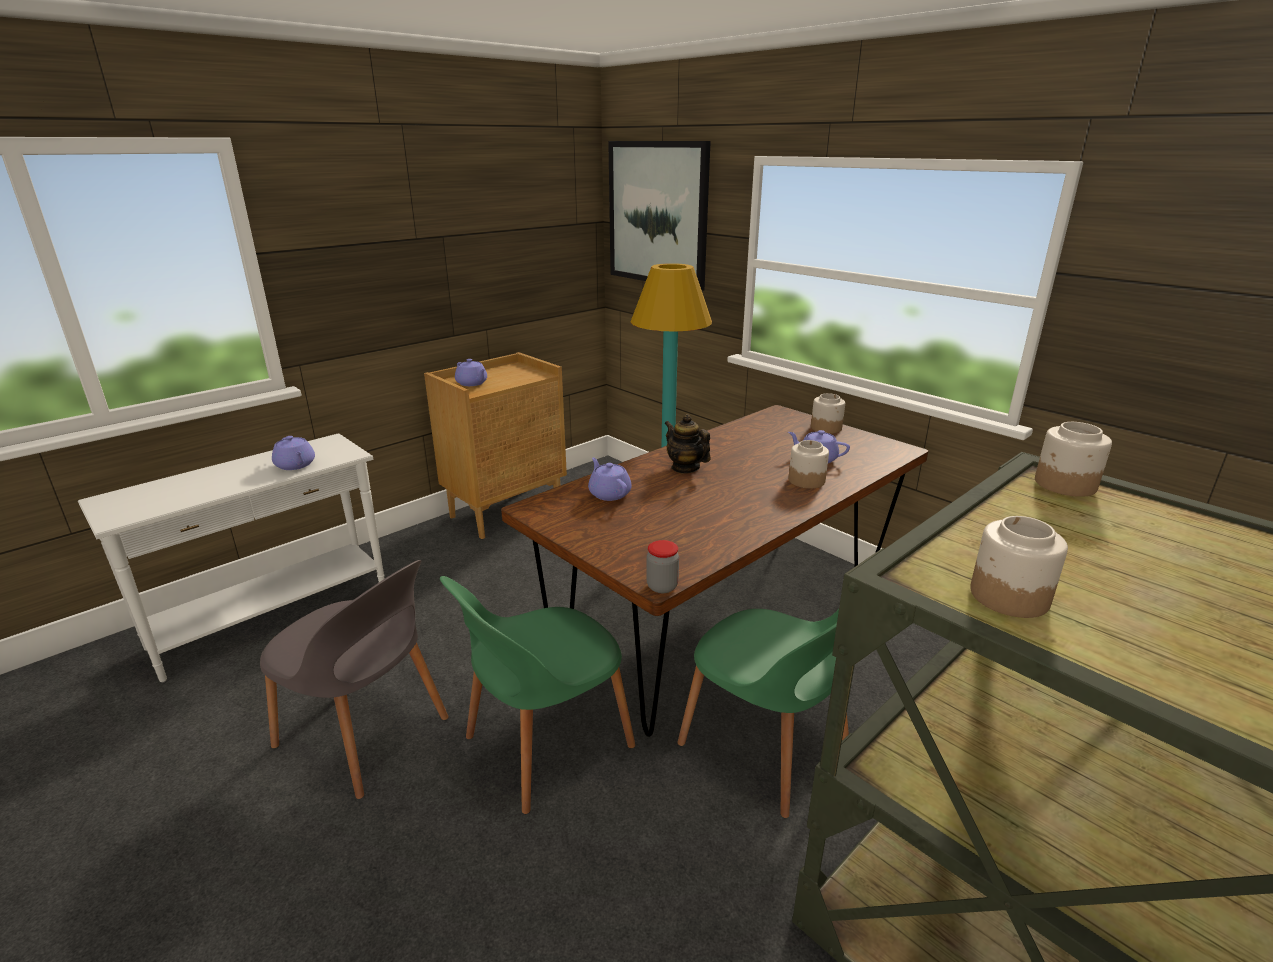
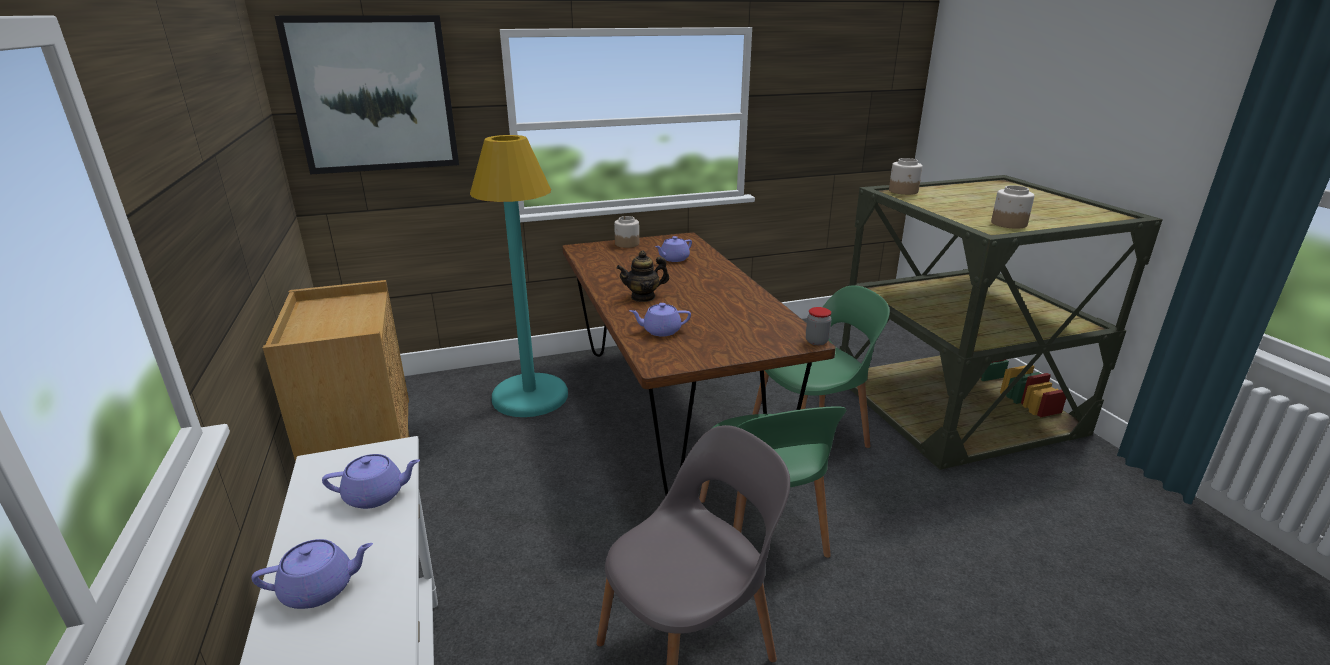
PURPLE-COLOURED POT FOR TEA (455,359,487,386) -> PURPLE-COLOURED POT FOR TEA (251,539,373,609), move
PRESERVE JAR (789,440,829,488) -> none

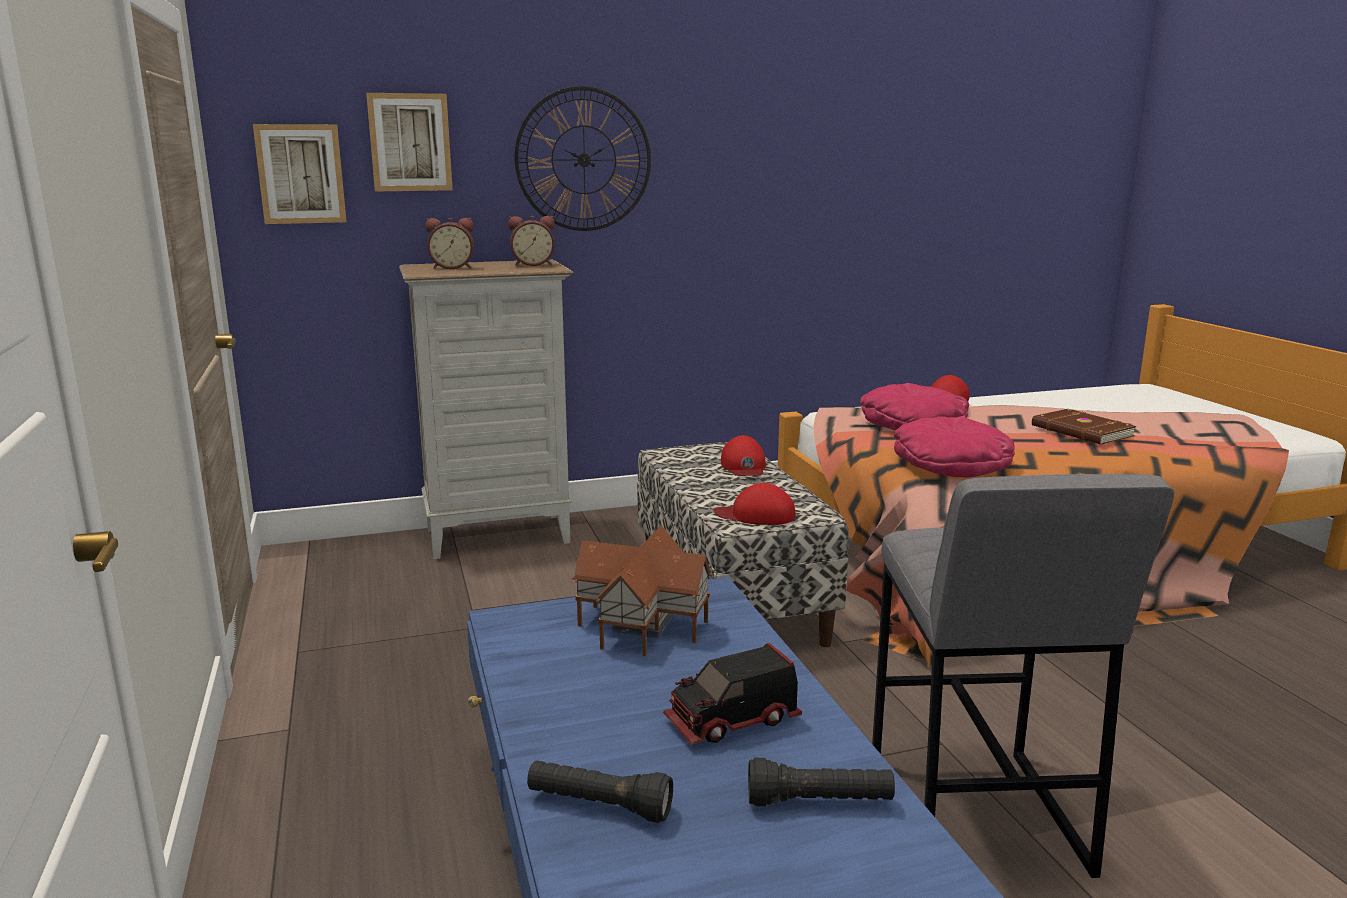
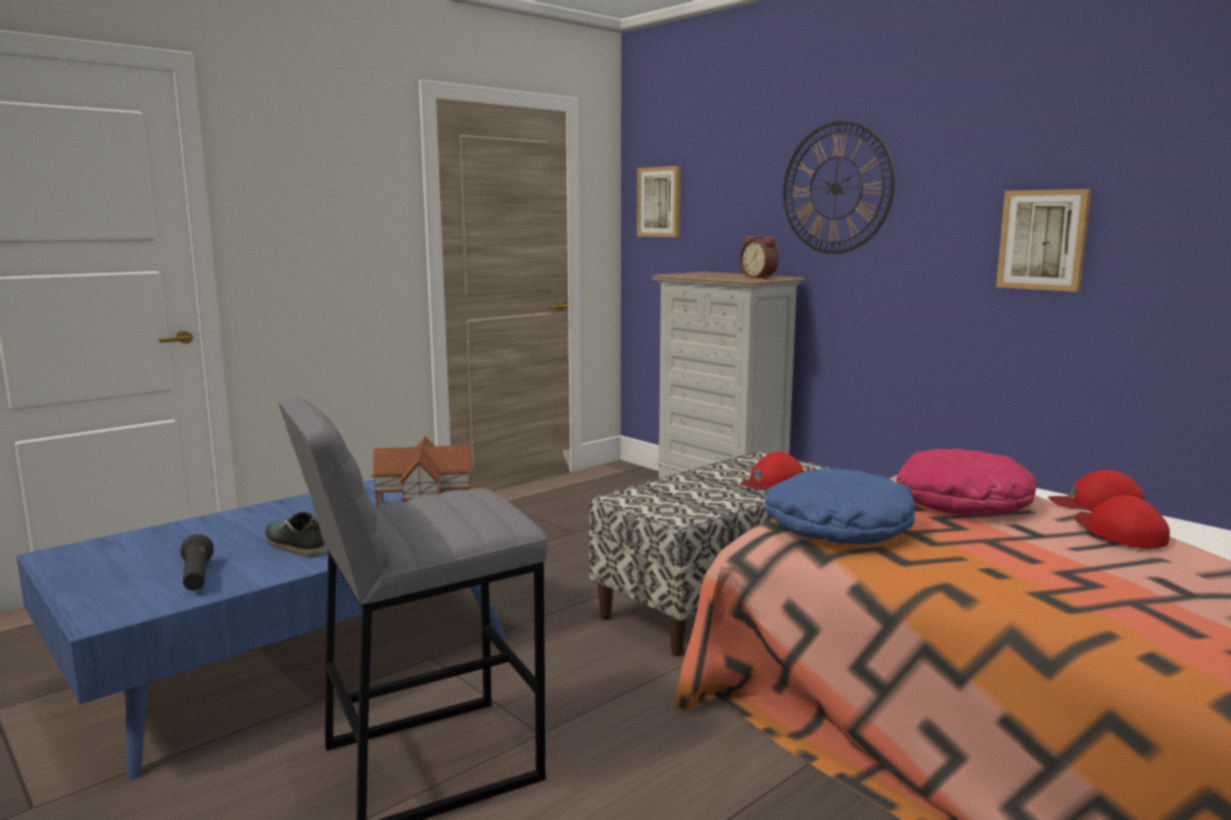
PICTURE (366,93,453,192) -> PICTURE (996,189,1091,292), move
ALARM CLOCK (425,218,474,269) -> none
BLACK-COLOURED HAND TORCH (527,760,673,823) -> none
TOY LORRY (663,643,802,745) -> LOW SHOE (265,511,327,558)
RED BASEBALL CAP (714,483,796,525) -> RED BASEBALL CAP (1075,495,1170,548), move
PINKISH CUSHION (894,417,1015,477) -> BLUISH CUSHION (765,468,915,544)
BROWN-COLOURED VOLUME (1032,409,1136,445) -> none

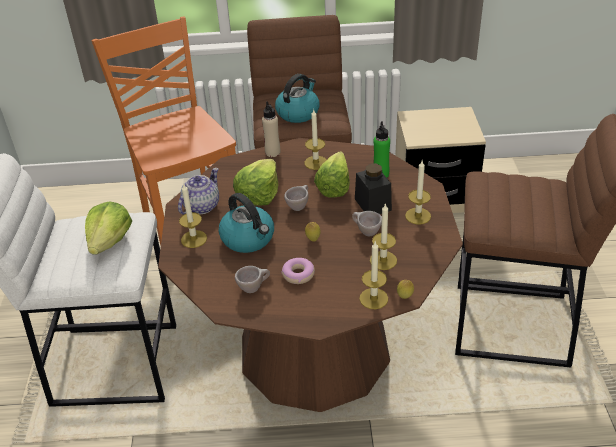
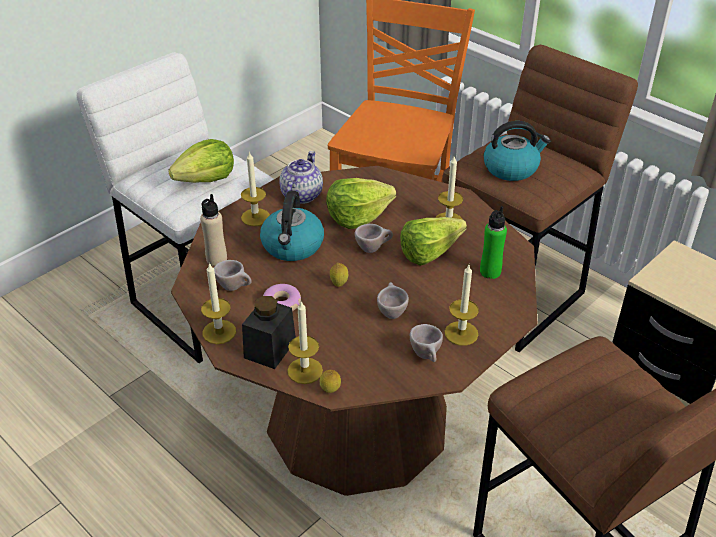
POT FOR TEA (178,168,219,215) -> POT FOR TEA (279,151,323,204), 60 degrees counterclockwise
SAND-COLOURED BOTTLE (262,101,280,157) -> SAND-COLOURED BOTTLE (200,194,227,267), move
BLACK-COLOURED PRESERVE JAR (355,163,392,214) -> BLACK-COLOURED PRESERVE JAR (242,296,296,369), move
WAX CANDLE (370,203,397,270) -> WAX CANDLE (201,263,236,344), move
none -> SAND-COLOURED DRINKING CUP (410,324,443,362)

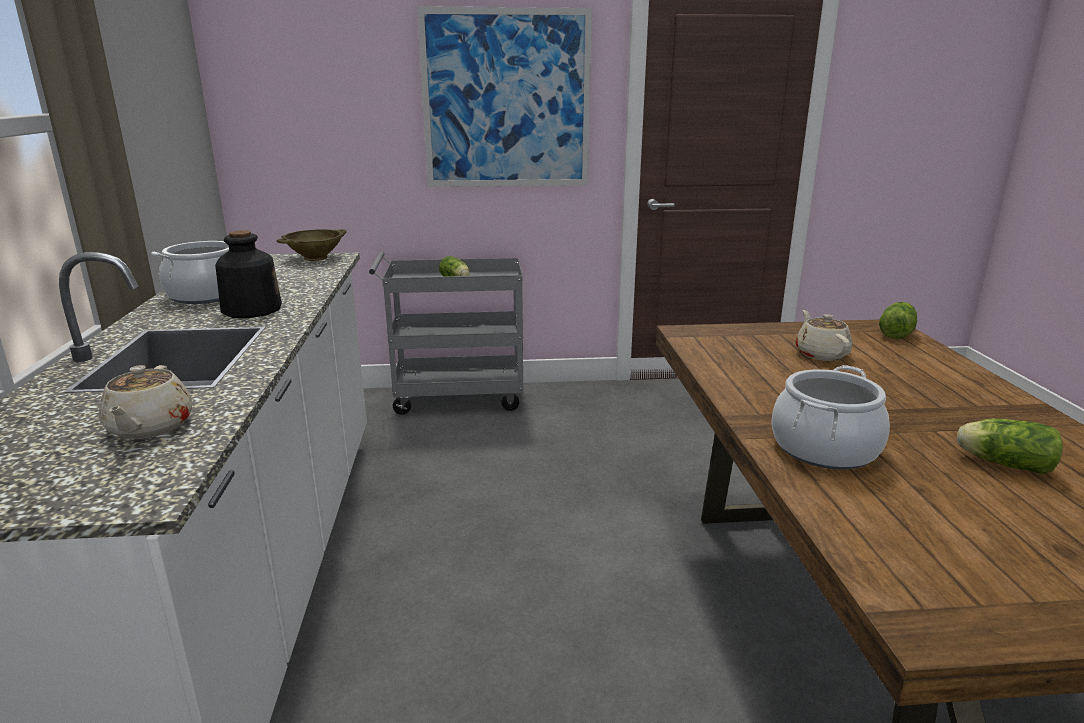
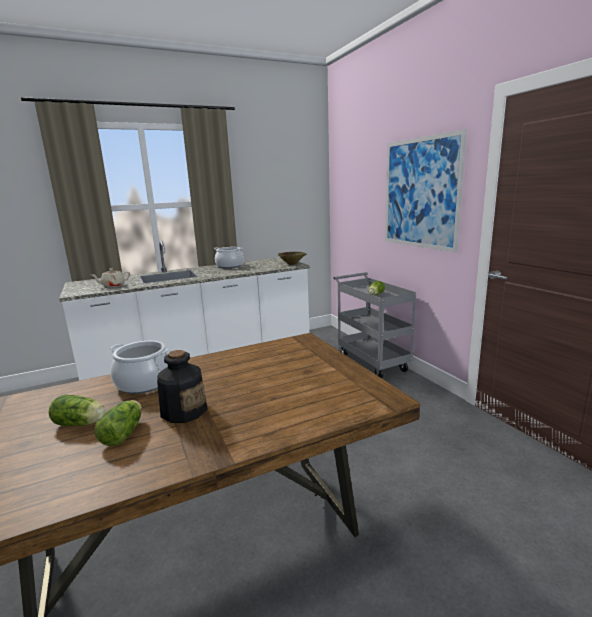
BOTTLE (215,230,282,318) -> BOTTLE (157,350,207,423), move
SAND-COLOURED POT FOR TEA (796,310,852,361) -> none
LETTUCE (879,302,917,339) -> LETTUCE (49,395,106,426), move

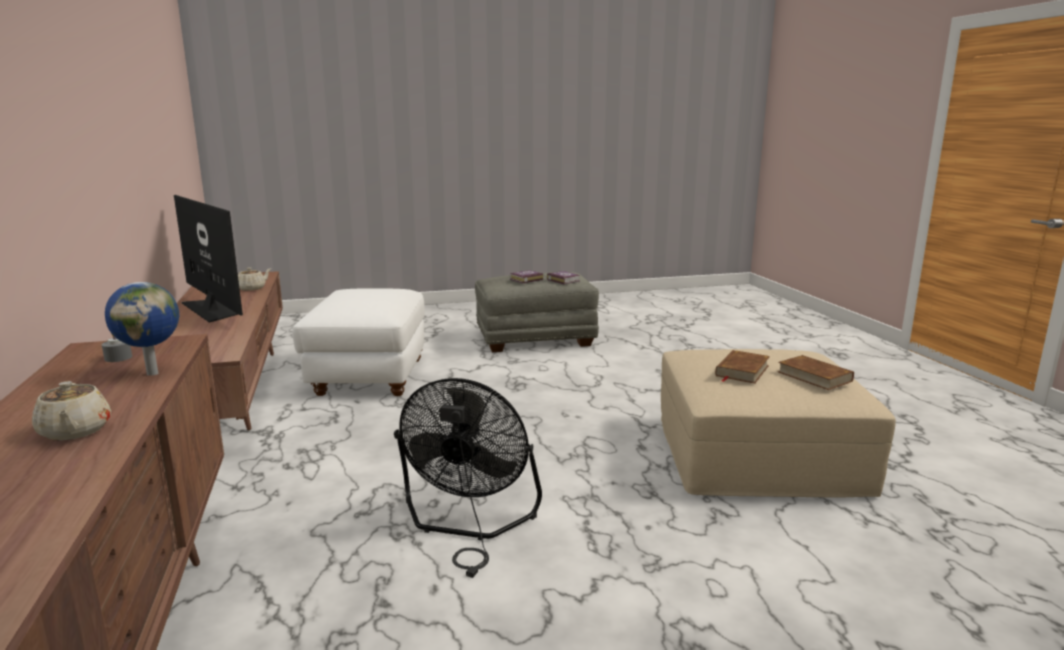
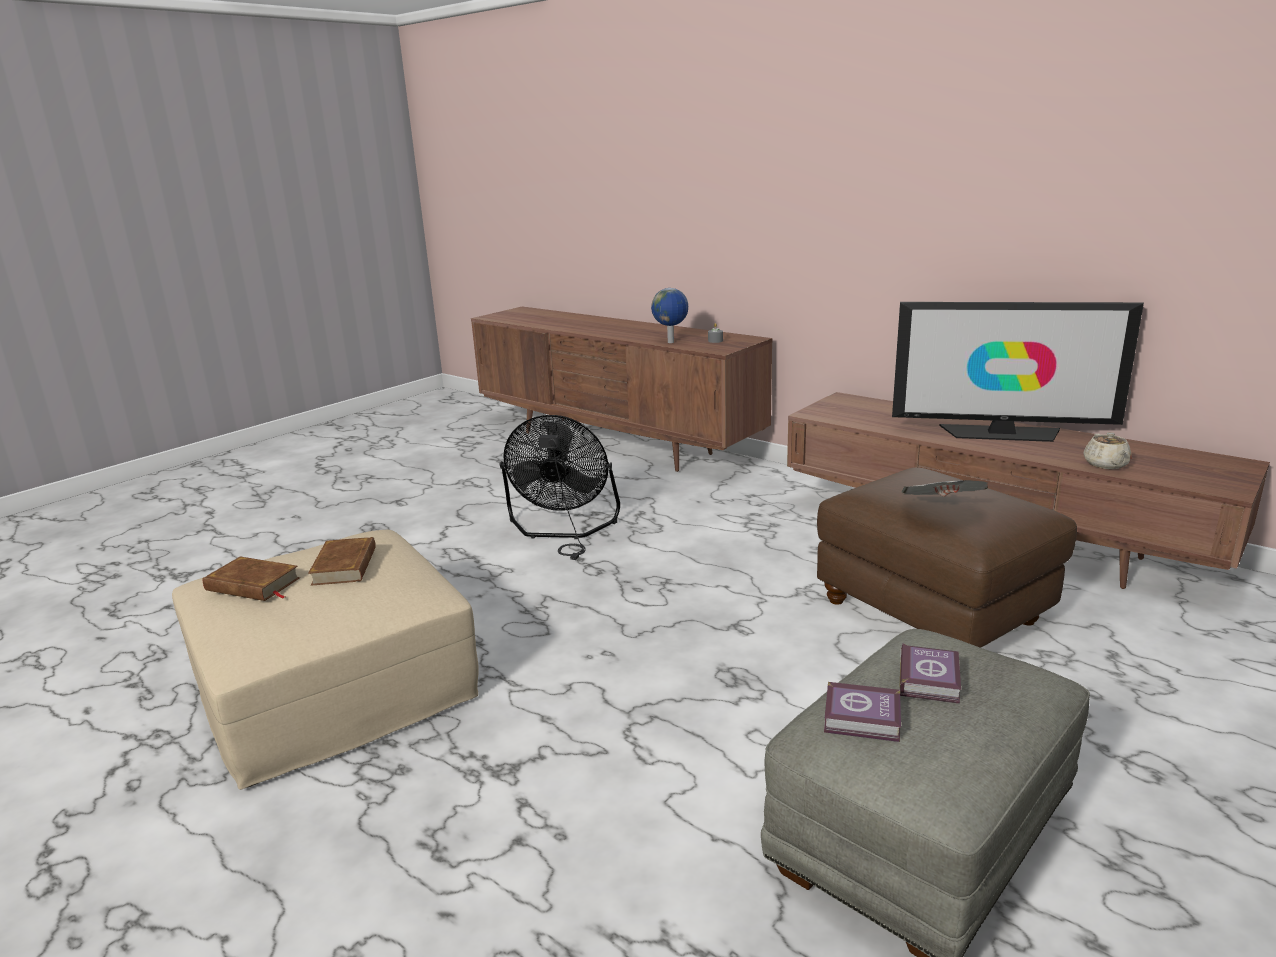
SAND-COLOURED POT FOR TEA (32,381,111,441) -> none
WHITE POUFFE (292,288,424,396) -> BROWN-COLOURED POUFFE (817,467,1077,648)
BLACK-COLOURED FAN (394,378,542,578) -> BLACK-COLOURED FAN (500,415,620,560), 150 degrees counterclockwise
none -> PRINTED PAPER (901,480,988,497)

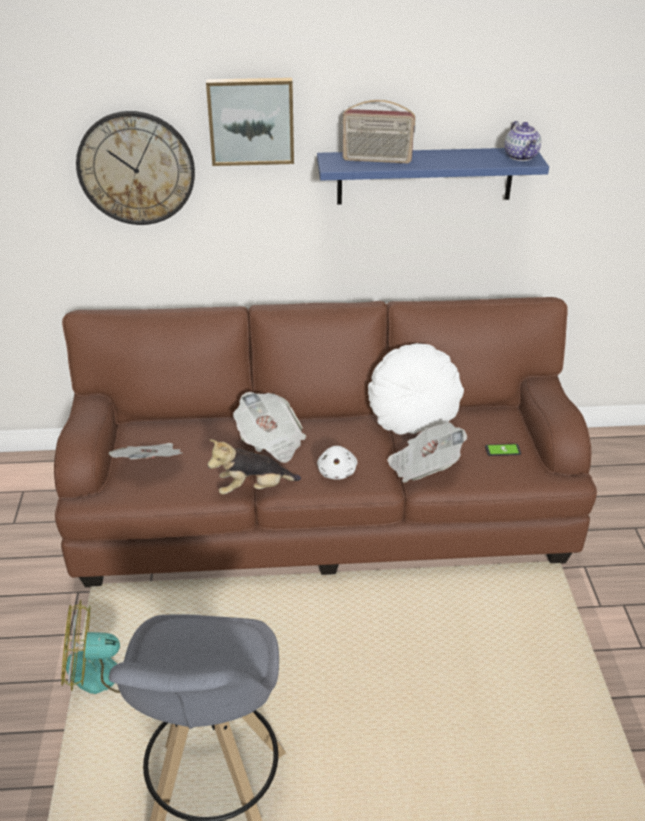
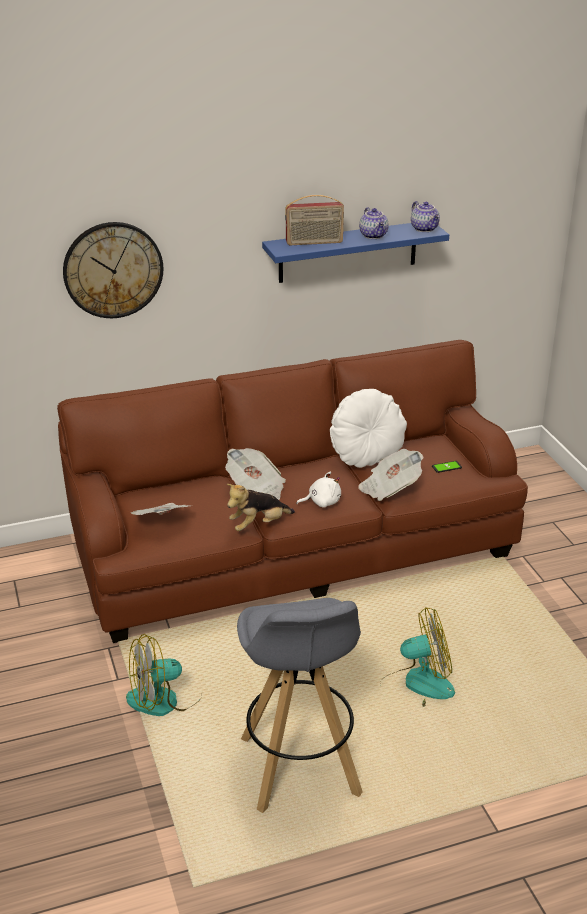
PICTURE (206,78,294,166) -> none
WHITE SOFT TOY (317,446,357,480) -> WHITE SOFT TOY (296,471,341,508), 90 degrees counterclockwise
none -> POT FOR TEA (359,207,389,239)
none -> FAN (381,607,455,707)

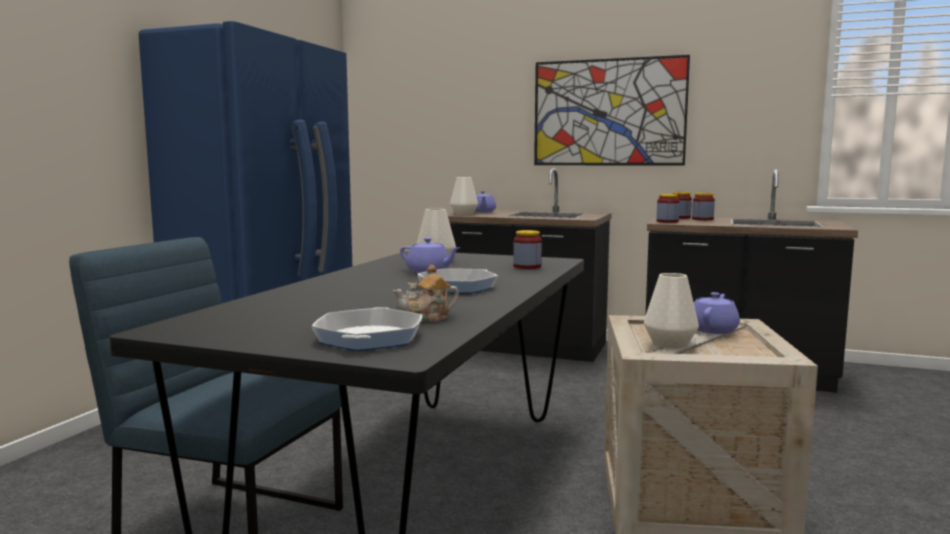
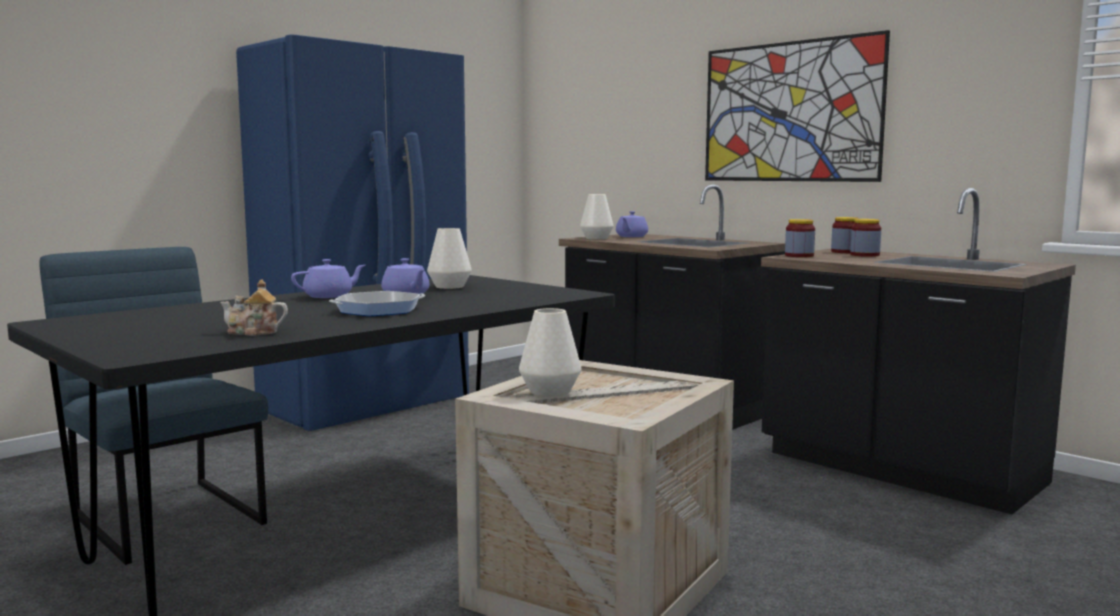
FRYING PAN (312,307,422,351) -> none
PRESERVE JAR (513,230,542,269) -> none
PURPLE-COLOURED POT FOR TEA (694,292,740,334) -> PURPLE-COLOURED POT FOR TEA (291,259,365,298), move

